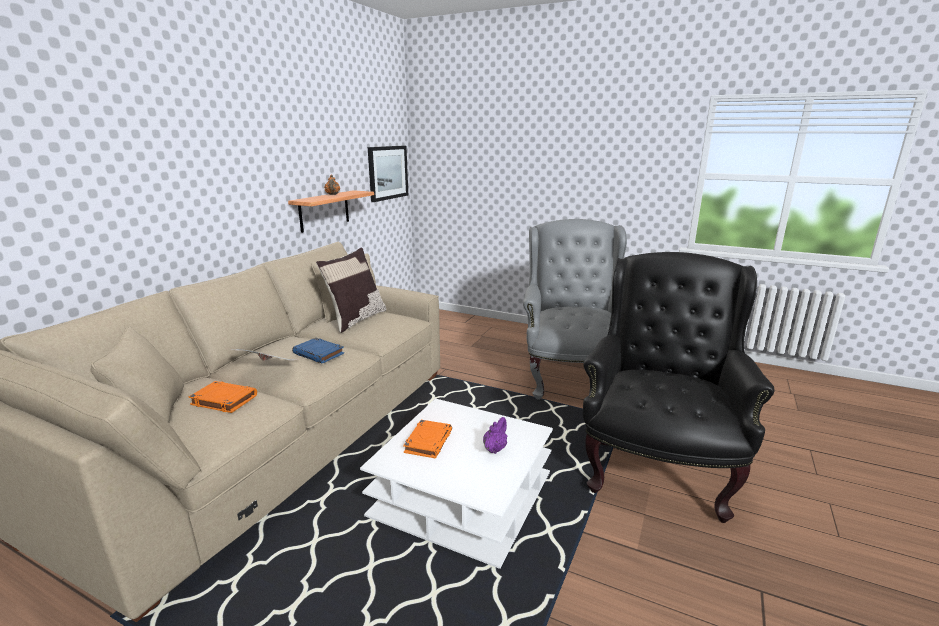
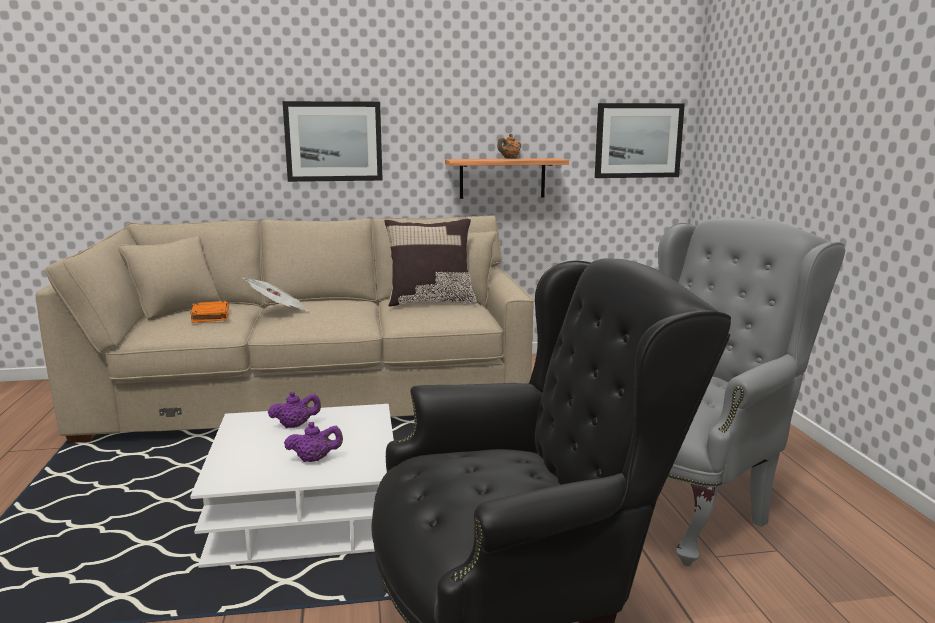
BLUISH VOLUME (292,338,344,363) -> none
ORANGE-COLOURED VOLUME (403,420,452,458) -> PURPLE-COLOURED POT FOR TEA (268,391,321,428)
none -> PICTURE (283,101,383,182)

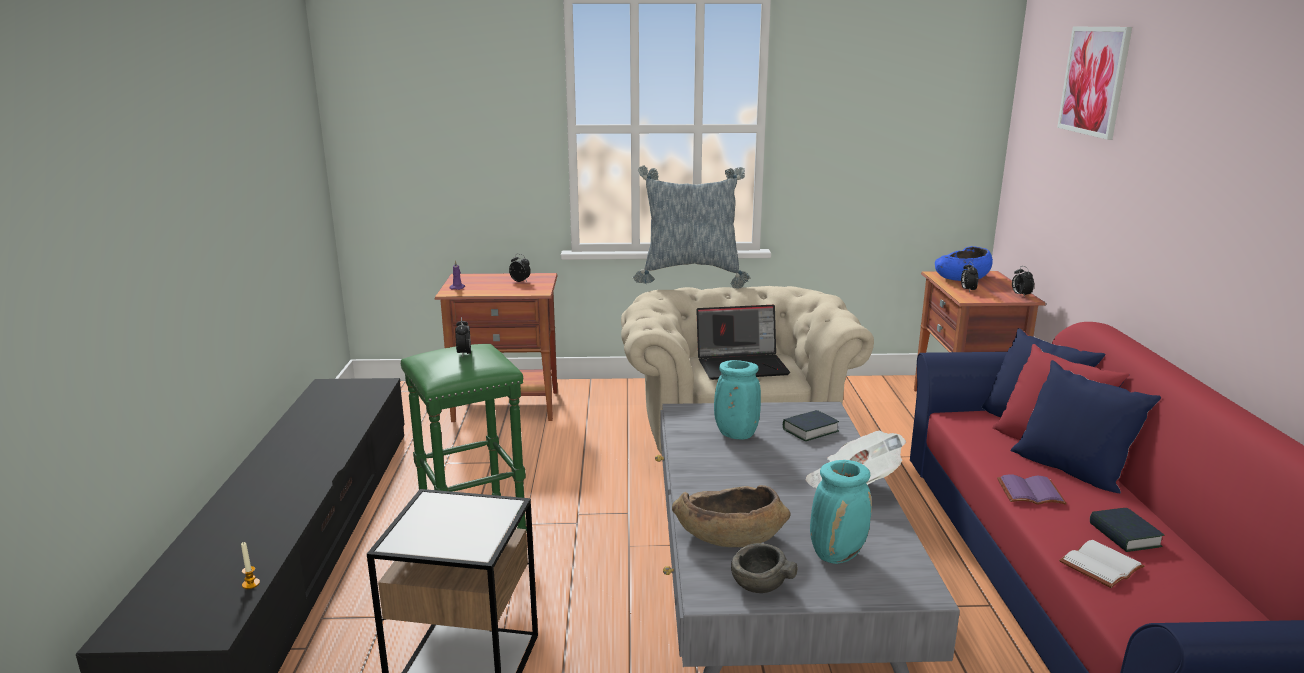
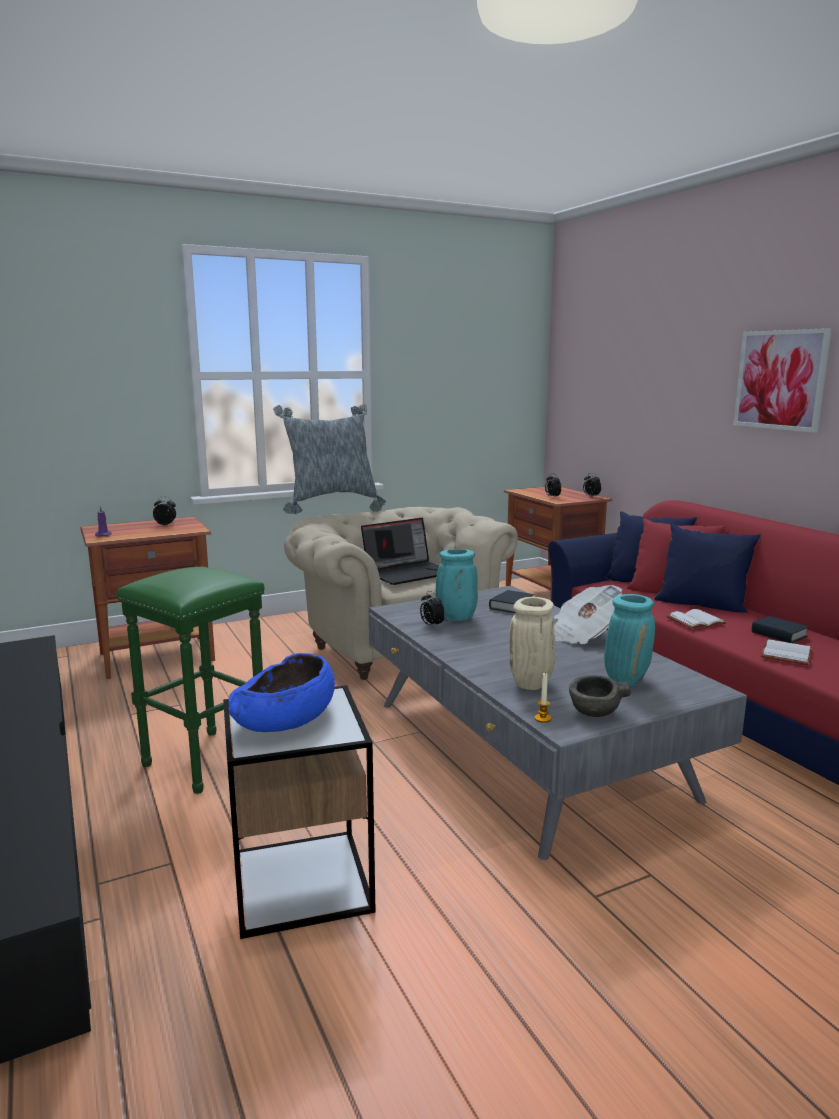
WAX CANDLE (241,542,260,589) -> WAX CANDLE (535,673,551,723), move
ALARM CLOCK (455,317,471,357) -> ALARM CLOCK (420,591,445,627), move
BROWN-COLOURED BOWL (672,485,790,547) -> SAND-COLOURED VASE (509,597,555,690)
BLUISH BOWL (935,246,993,281) -> BLUISH BOWL (228,653,335,732), move
PURPLE-COLOURED VOLUME (997,474,1067,505) -> WHITE VOLUME (667,609,726,629)
PICTURE (1057,27,1132,140) -> PICTURE (733,328,832,433), move

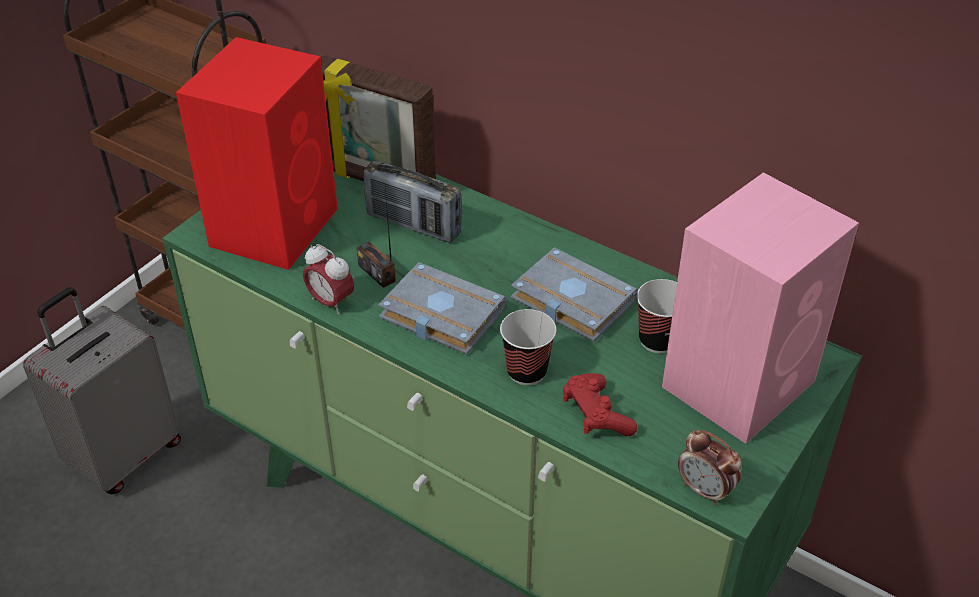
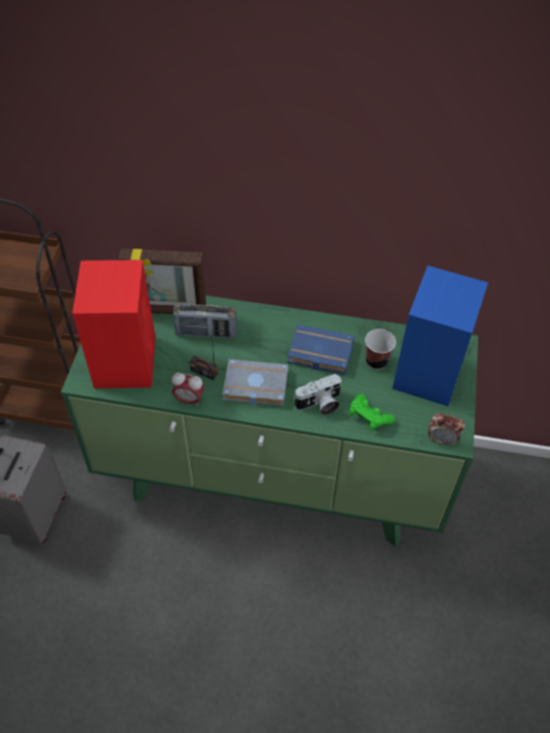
DRINKING CUP (500,309,556,385) -> PHOTO CAMERA (294,374,342,415)
GRAY VOLUME (511,247,638,342) -> BLUISH VOLUME (287,324,354,375)
RED GAME CONTROLLER (563,373,637,436) -> GREEN-COLOURED GAME CONTROLLER (349,394,395,431)
PINKISH LOUDSPEAKER (662,172,859,444) -> BLUISH LOUDSPEAKER (392,266,488,406)

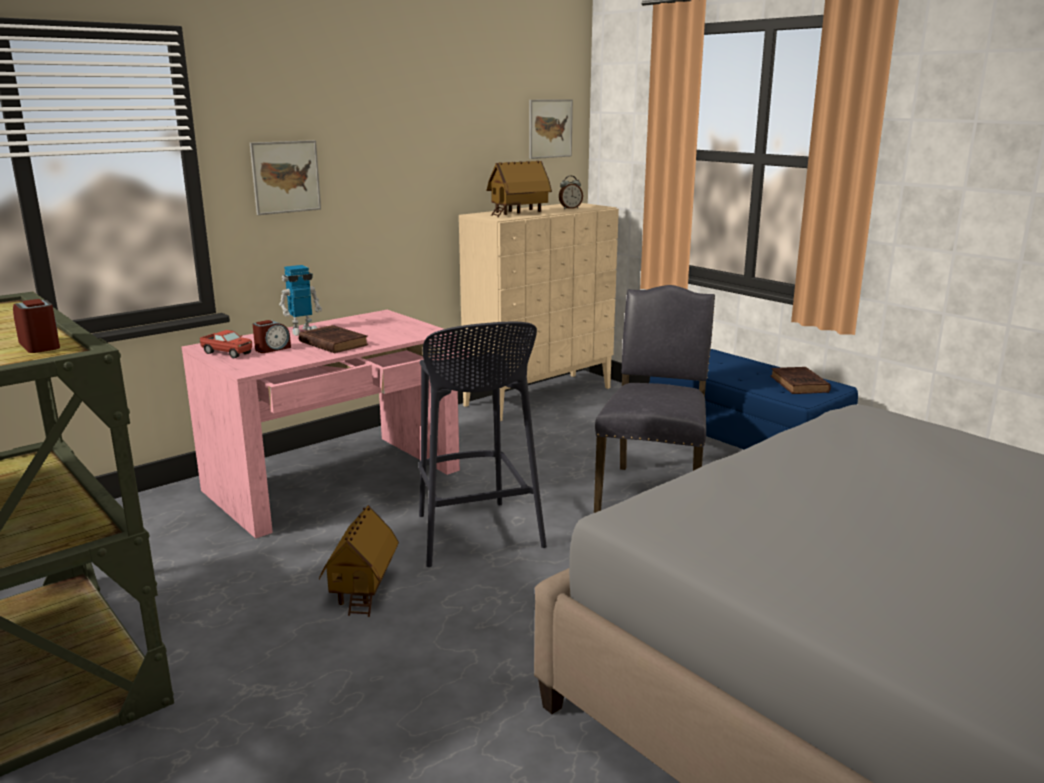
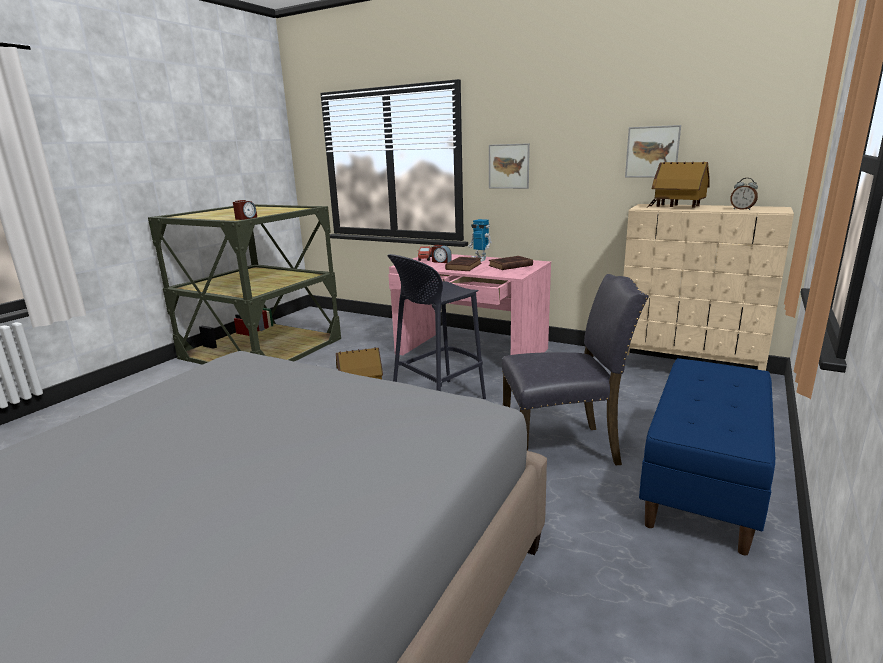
PICTURE (529,99,573,159) -> PICTURE (625,125,681,177), move
BROWN-COLOURED VOLUME (771,367,831,394) -> BROWN-COLOURED VOLUME (489,256,533,270), move

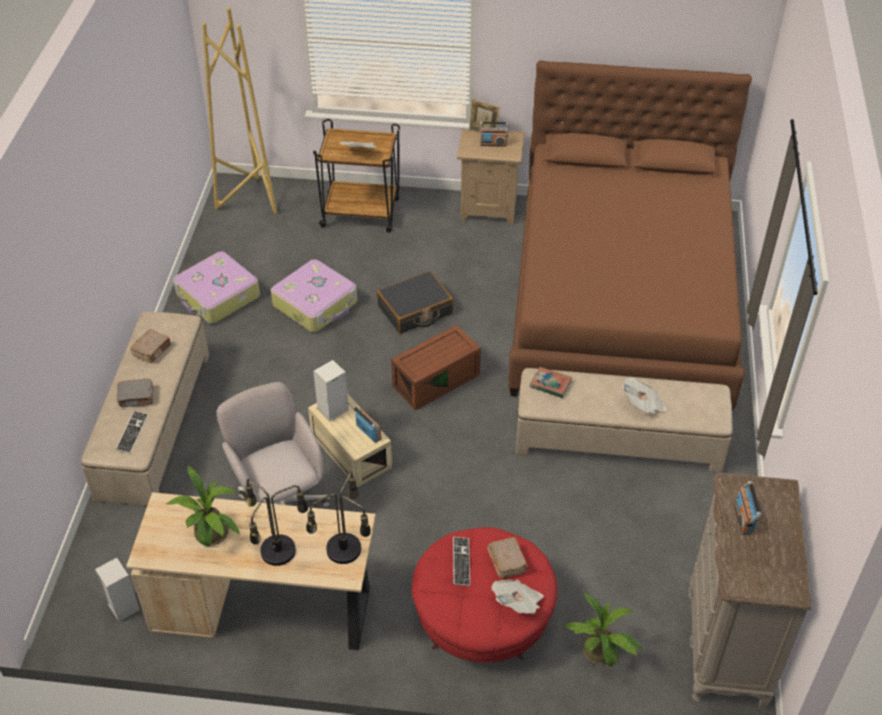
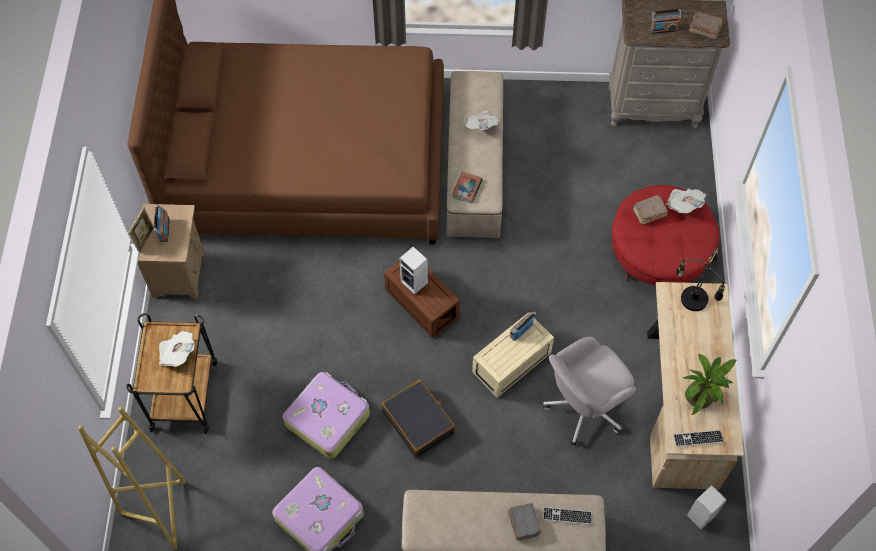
BROWN-COLOURED VOLUME (130,329,171,363) -> BROWN-COLOURED VOLUME (689,11,724,39), move
TABLETOP LAMP (245,479,308,566) -> none
LOUDSPEAKER (313,360,349,421) -> LOUDSPEAKER (399,247,428,294), move
BLACK-COLOURED TRAVEL CASE (377,271,453,334) -> BLACK-COLOURED TRAVEL CASE (381,380,456,458), move
PC KEYBOARD (453,537,470,586) -> PC KEYBOARD (673,430,724,447), move
POTTED PLANT (564,593,643,667) -> none

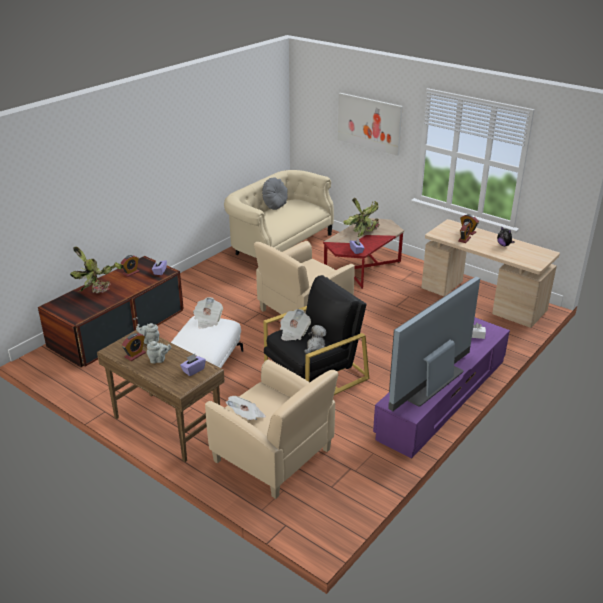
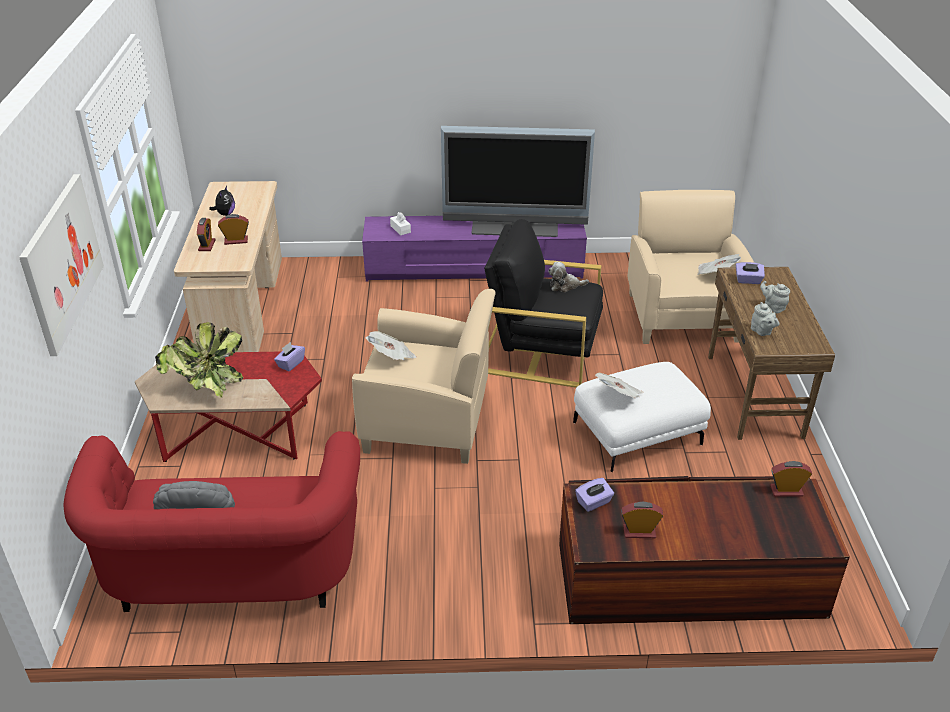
POTTED PLANT (70,247,124,293) -> none
ALARM CLOCK (122,333,146,361) -> ALARM CLOCK (770,461,812,497), move
SAND-COLOURED COUCH (224,170,334,258) -> RED COUCH (63,431,360,612)
PRINTED PAPER (280,309,311,341) -> PRINTED PAPER (365,331,416,360), move

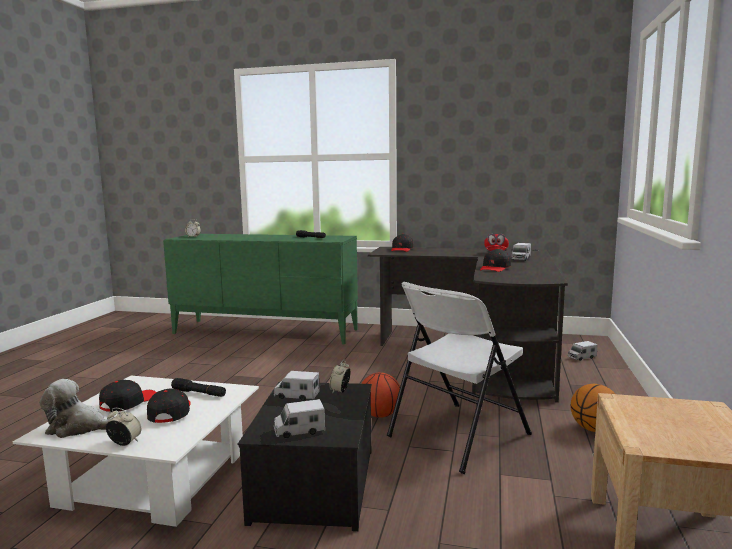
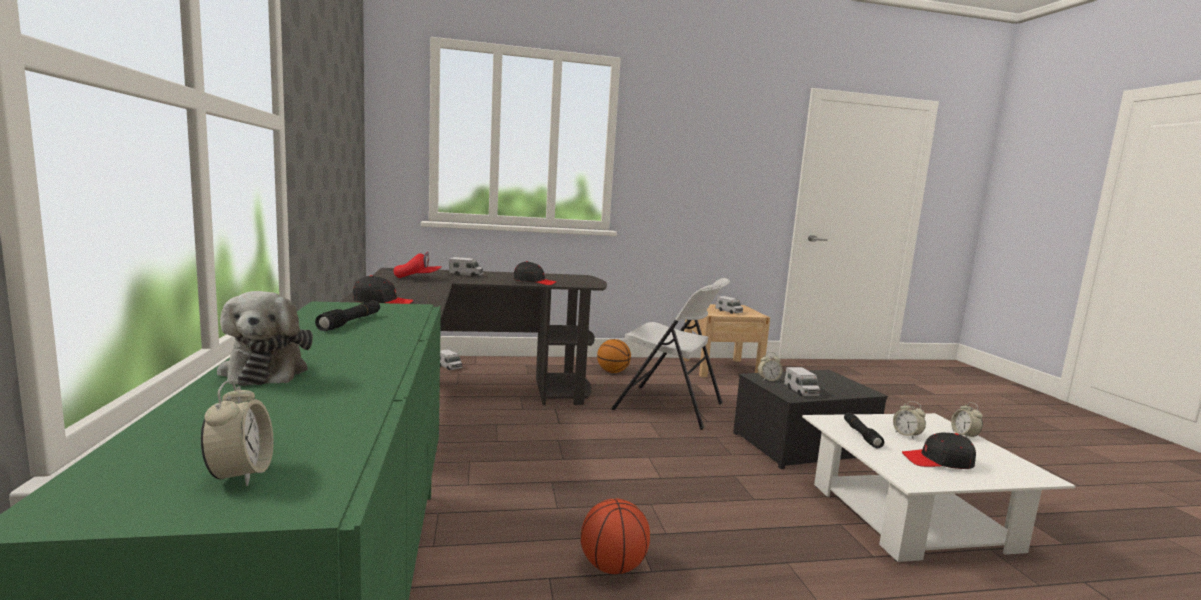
SOFT TOY (40,379,114,438) -> SOFT TOY (217,291,313,386), move
BLACK-COLOURED BASEBALL CAP (147,389,191,423) -> ALARM CLOCK (893,401,926,439)
TOY LORRY (274,399,325,438) -> TOY LORRY (715,296,743,314), move
BASKETBALL (361,372,400,418) -> BASKETBALL (581,498,650,574), move

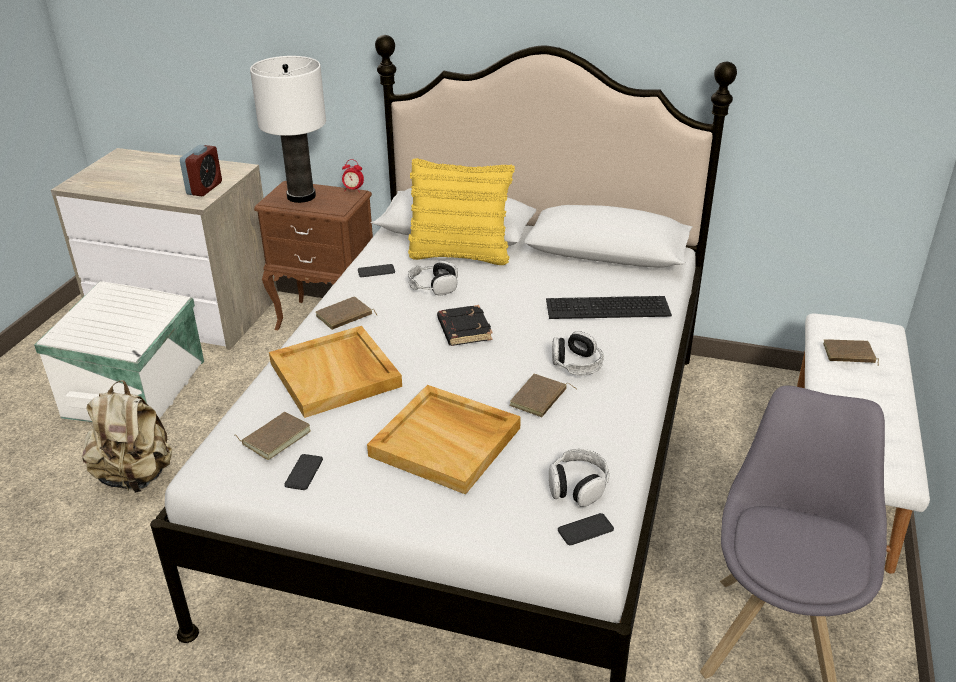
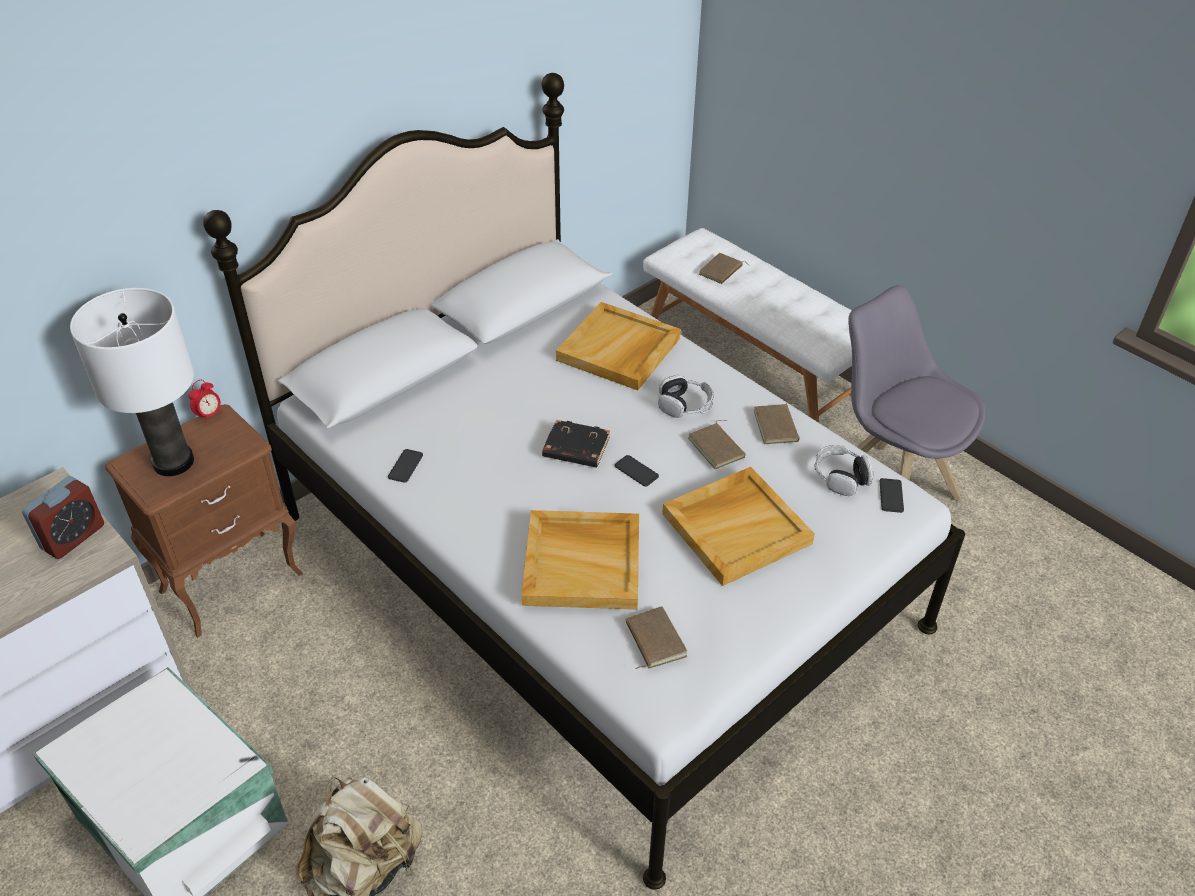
ALARM CLOCK (180,145,222,196) -> ALARM CLOCK (22,476,104,559), 75 degrees clockwise
HANDSET (284,454,323,490) -> HANDSET (615,455,659,487), move
BROWN-COLOURED VOLUME (316,296,377,330) -> BROWN-COLOURED VOLUME (754,402,800,444), move
YELLOW-COLOURED CUSHION (408,158,515,265) -> none
HEADSET (408,260,458,296) -> none
PC KEYBOARD (546,296,672,319) -> SAND-COLOURED SERVING TRAY (556,302,681,391)

